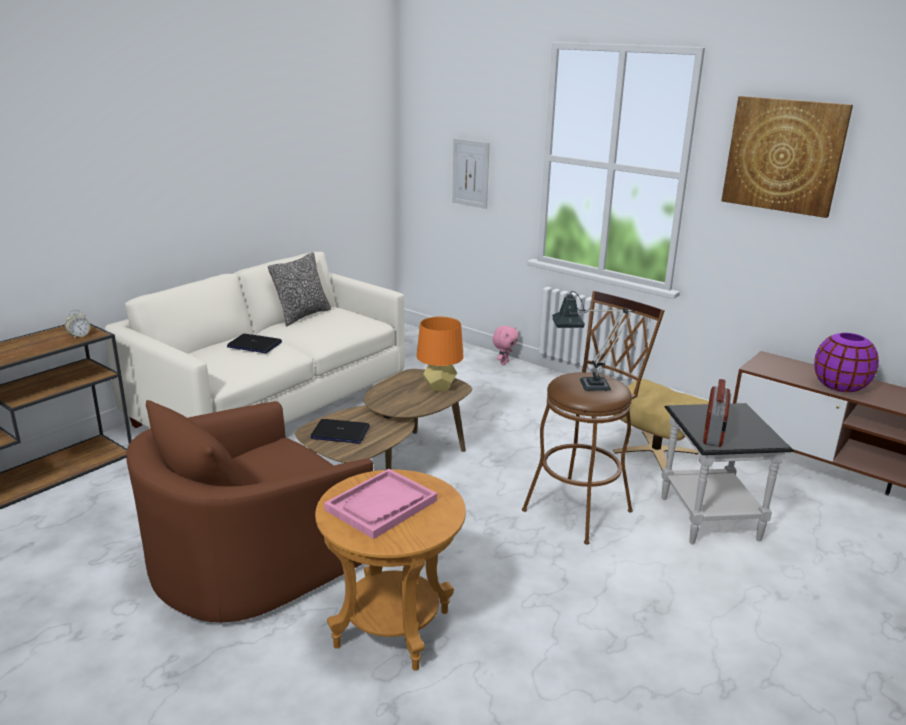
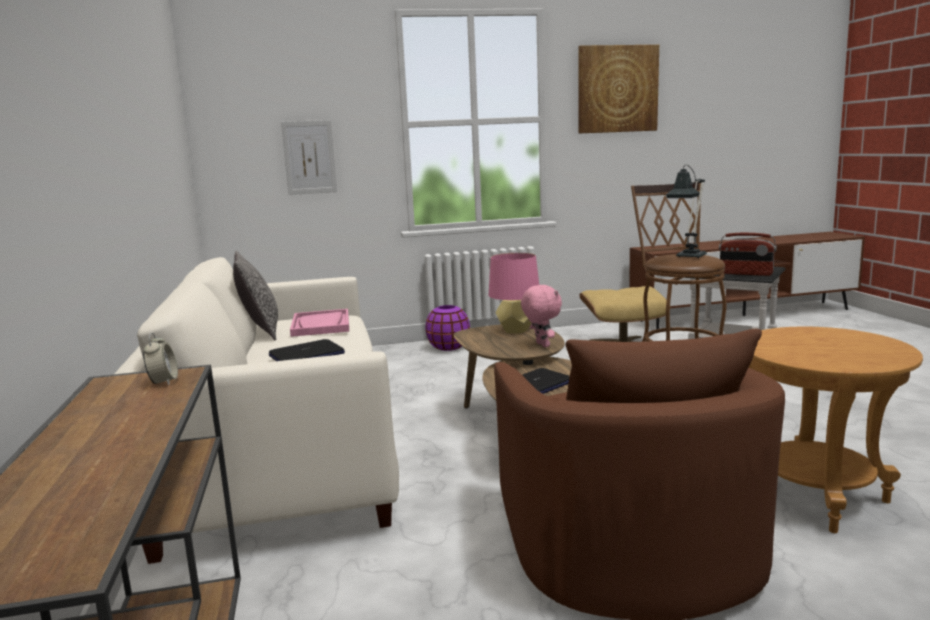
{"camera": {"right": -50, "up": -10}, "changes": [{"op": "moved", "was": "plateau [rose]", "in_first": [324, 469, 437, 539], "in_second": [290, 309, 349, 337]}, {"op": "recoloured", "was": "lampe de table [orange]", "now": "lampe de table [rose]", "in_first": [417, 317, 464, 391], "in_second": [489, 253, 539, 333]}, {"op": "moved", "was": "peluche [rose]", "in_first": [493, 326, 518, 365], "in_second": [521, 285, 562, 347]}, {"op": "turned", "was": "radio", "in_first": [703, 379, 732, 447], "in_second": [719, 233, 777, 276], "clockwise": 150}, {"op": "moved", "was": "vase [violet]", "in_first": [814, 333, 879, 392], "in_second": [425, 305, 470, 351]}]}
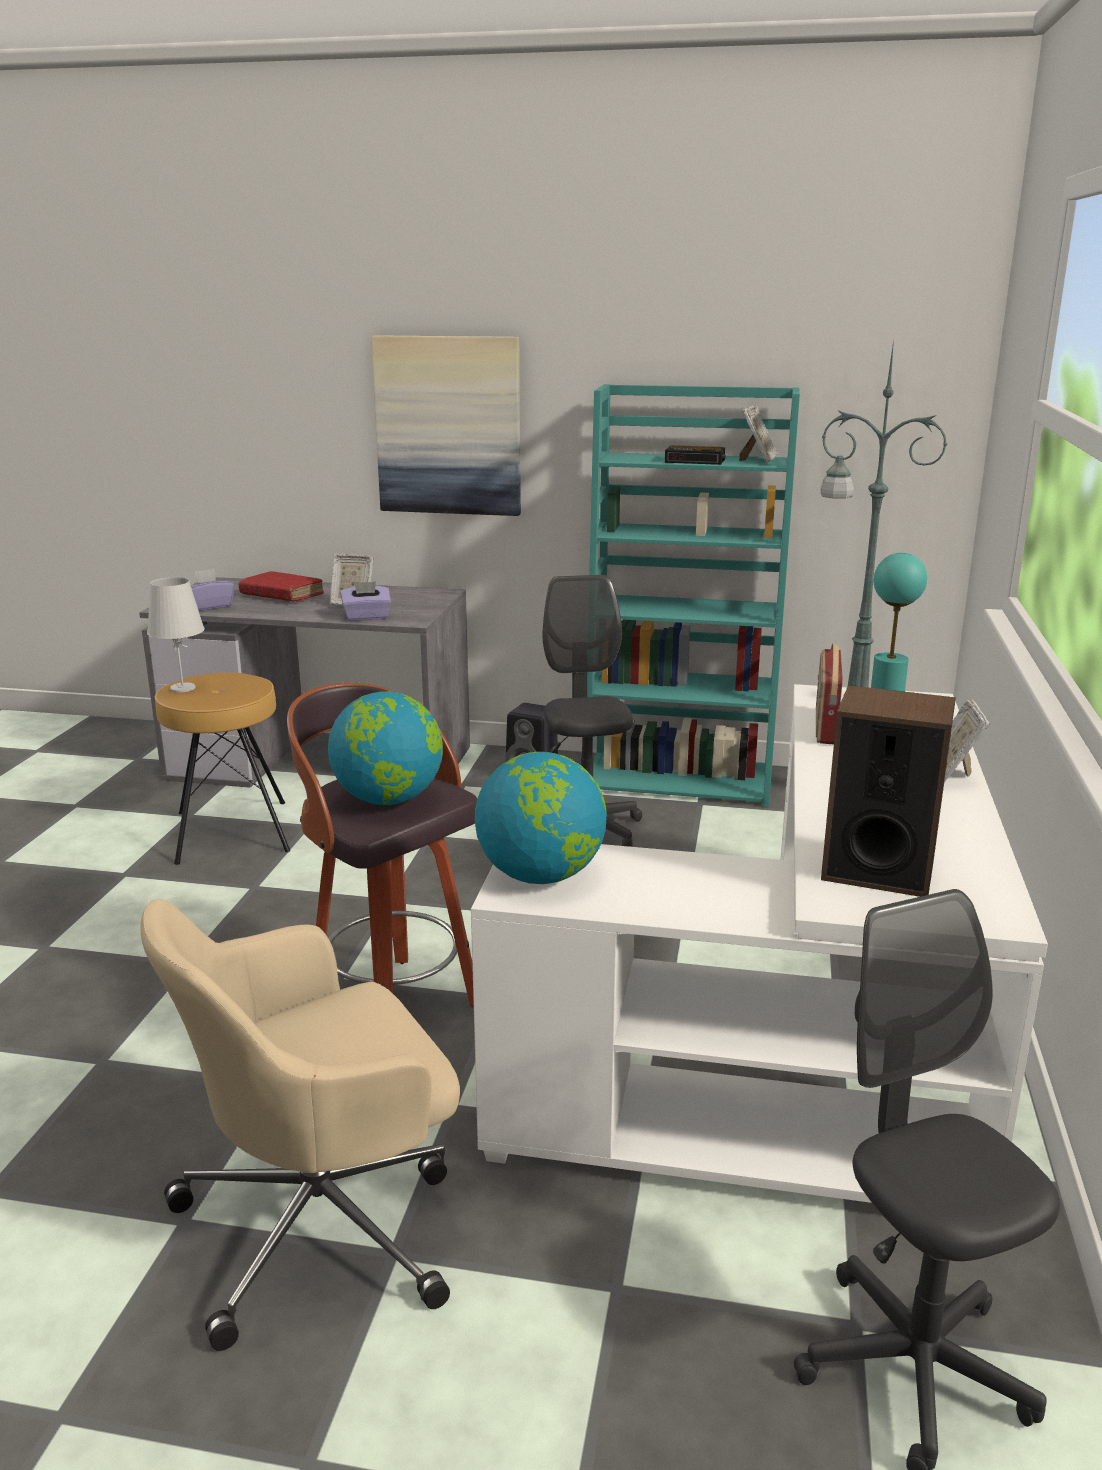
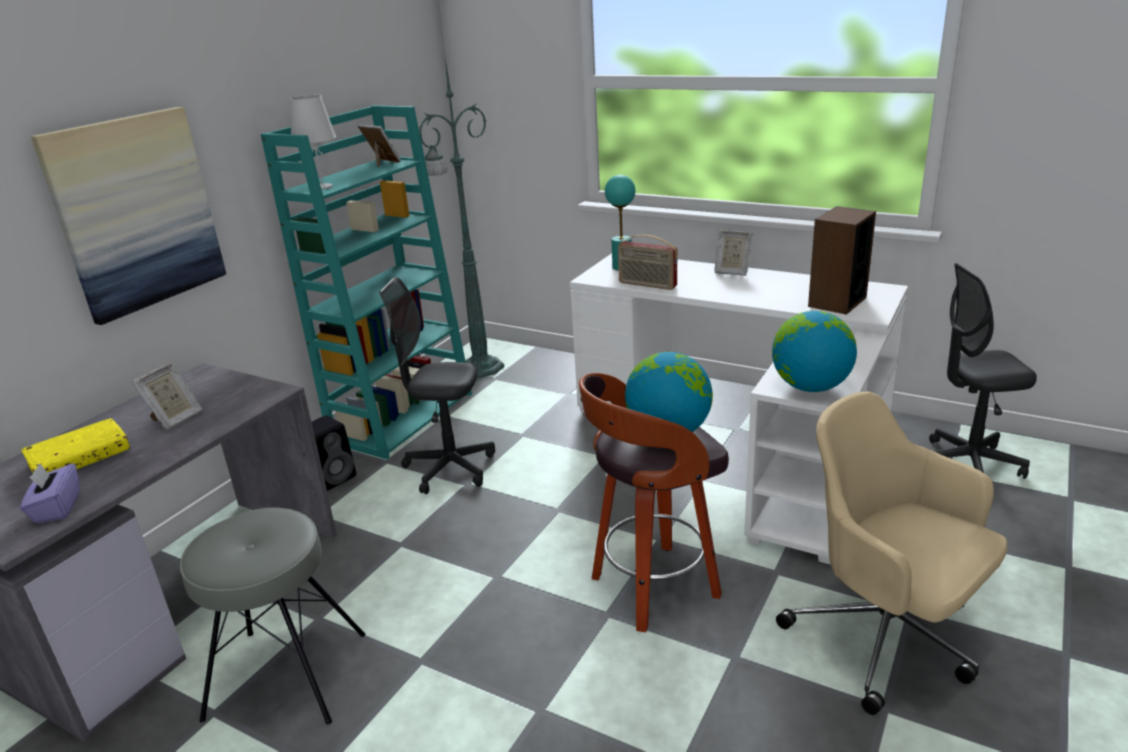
{"camera": {"right": -70, "up": 5}, "changes": [{"op": "turned", "was": "chaise de bureau [beige]", "in_first": [140, 899, 460, 1351], "in_second": [776, 391, 1007, 715], "clockwise": 150}, {"op": "moved", "was": "lampe de table [blanc]", "in_first": [147, 577, 205, 693], "in_second": [290, 95, 336, 190]}, {"op": "recoloured", "was": "tabouret [marron]", "now": "tabouret [gris]", "in_first": [155, 672, 290, 865], "in_second": [179, 507, 365, 724]}, {"op": "recoloured", "was": "livre [rouge]", "now": "livre [jaune]", "in_first": [239, 571, 324, 601], "in_second": [21, 418, 131, 473]}, {"op": "removed", "was": "boîte à mouchoirs [violet]", "in_first": [340, 582, 391, 621]}, {"op": "removed", "was": "réveil", "in_first": [665, 445, 726, 465]}]}
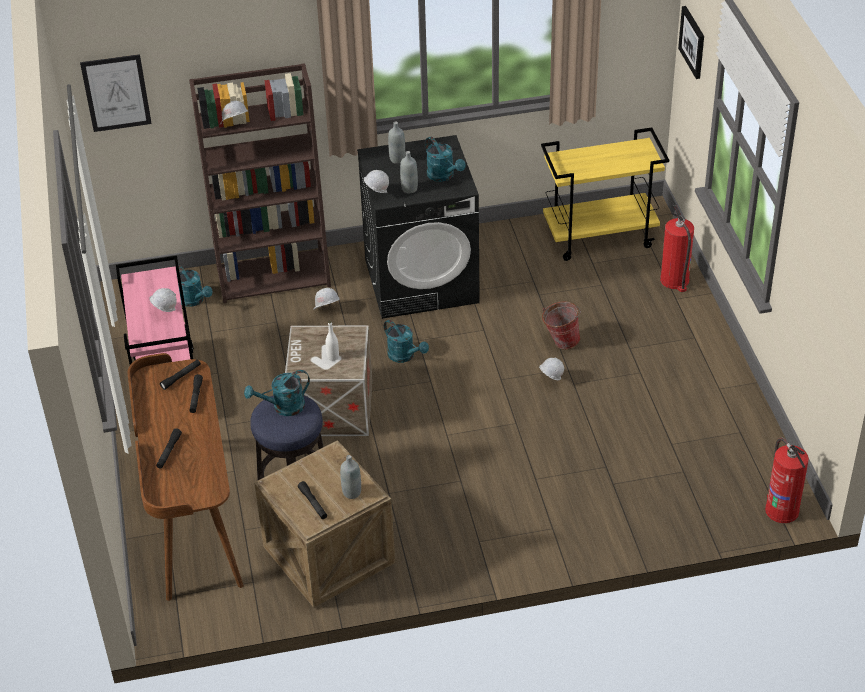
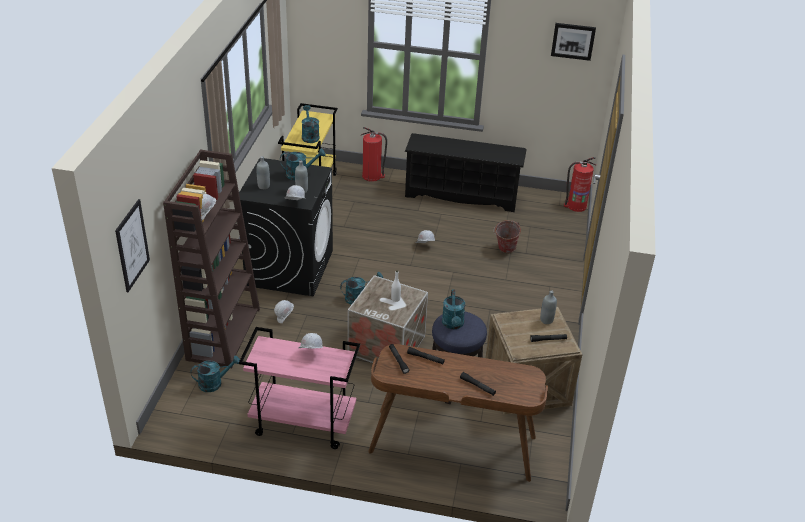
{"camera": {"right": -70, "up": -5}, "changes": [{"op": "moved", "was": "seau", "in_first": [542, 301, 581, 350], "in_second": [494, 220, 521, 253]}, {"op": "moved", "was": "tableau", "in_first": [678, 6, 704, 79], "in_second": [551, 23, 596, 61]}, {"op": "added", "now": "arrosoir [turquoise]", "in_second": [302, 105, 320, 143]}, {"op": "added", "now": "étagère à chaussures [noir]", "in_second": [405, 133, 527, 212]}]}
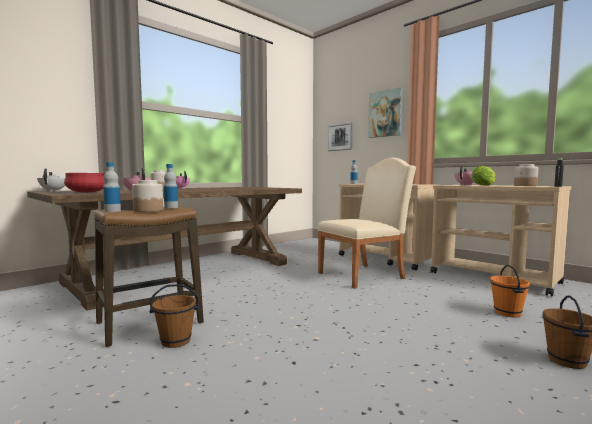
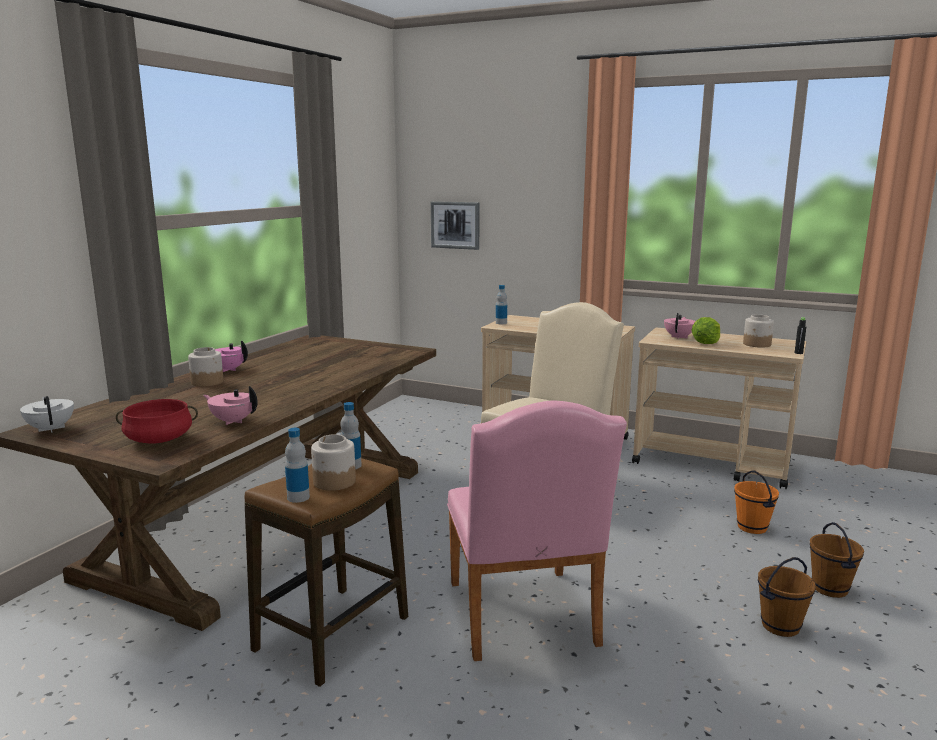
{"camera": {"right": -20, "up": 10}, "changes": [{"op": "moved", "was": "seau [marron]", "in_first": [149, 284, 199, 348], "in_second": [758, 557, 816, 637]}, {"op": "removed", "was": "tableau", "in_first": [368, 87, 403, 138]}, {"op": "added", "now": "chaise [rose]", "in_second": [447, 401, 627, 661]}]}
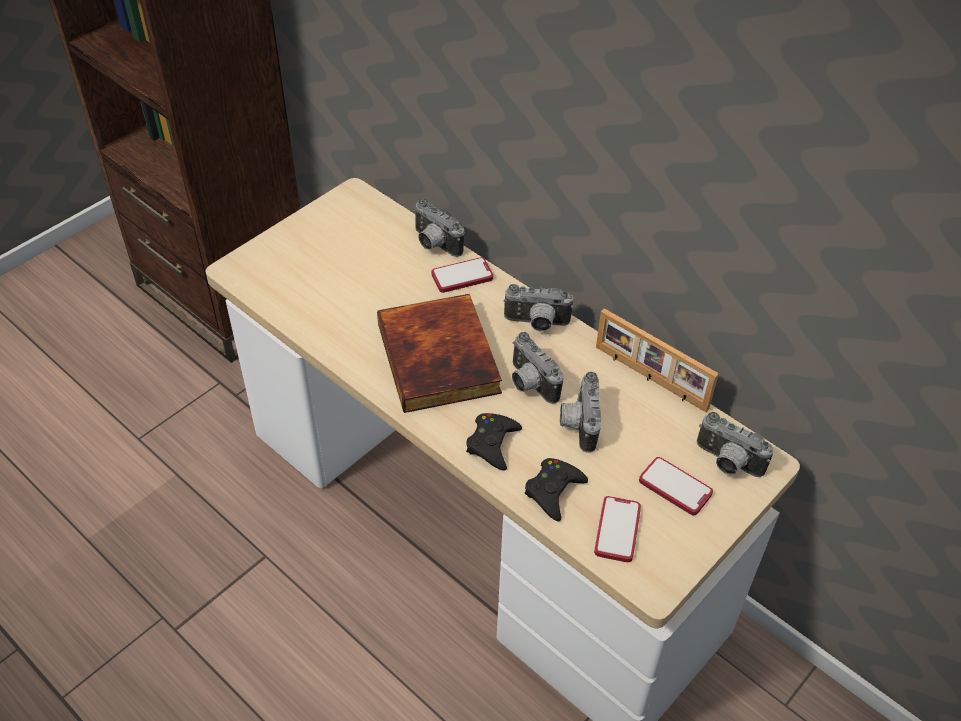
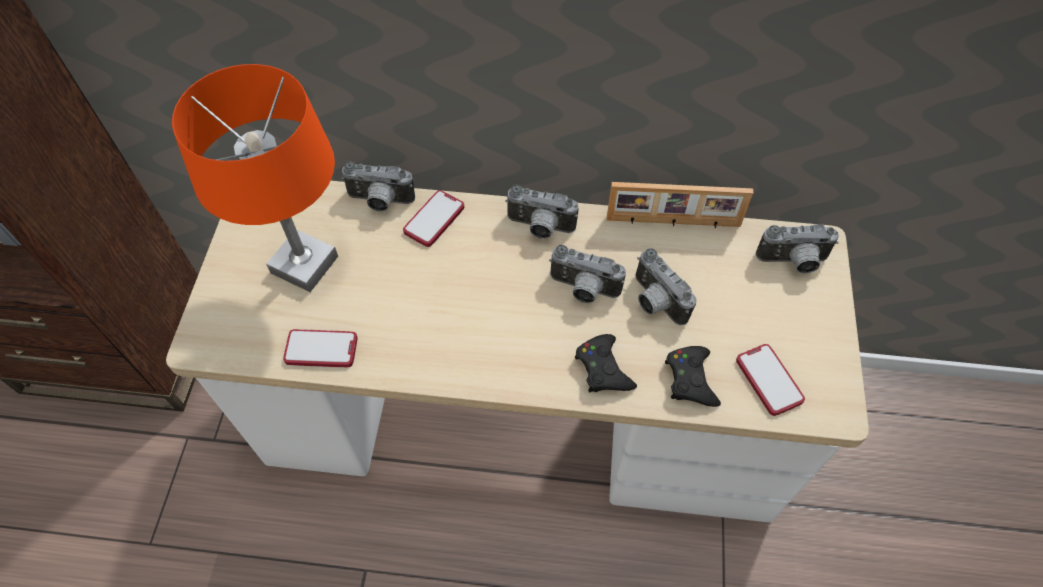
{"camera": {"right": -35, "up": 10}, "changes": [{"op": "removed", "was": "livre", "in_first": [377, 294, 502, 413]}, {"op": "turned", "was": "appareil photo", "in_first": [504, 284, 573, 332], "in_second": [505, 185, 579, 239], "clockwise": 45}, {"op": "moved", "was": "téléphone", "in_first": [639, 457, 713, 515], "in_second": [283, 329, 358, 367]}, {"op": "added", "now": "lampe de table [orange]", "in_second": [172, 64, 338, 292]}]}
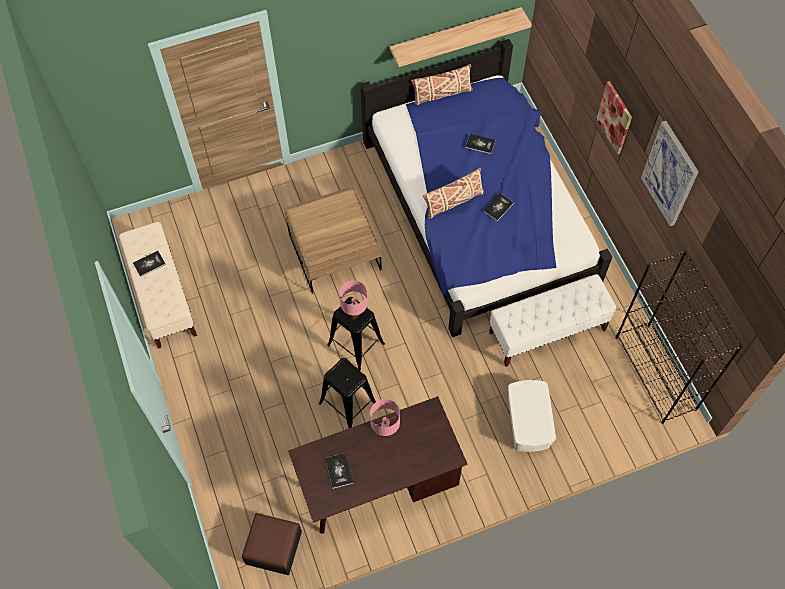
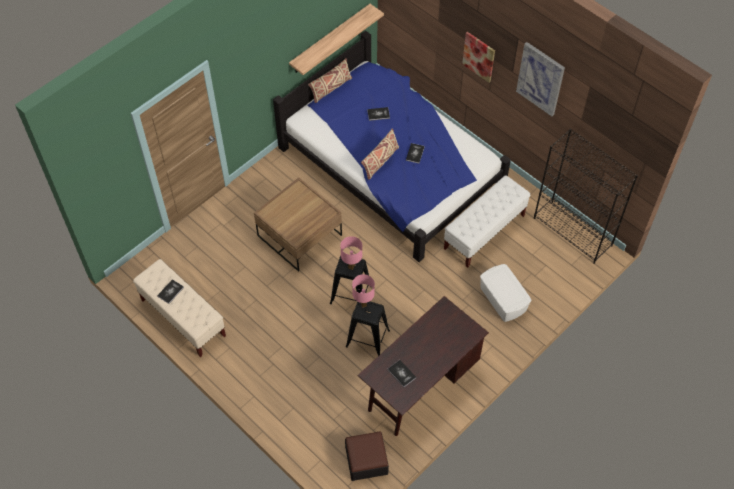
{"camera": {"right": -25, "up": -5}, "changes": [{"op": "moved", "was": "lampe de table [rose]", "in_first": [370, 399, 400, 437], "in_second": [352, 274, 375, 308]}]}
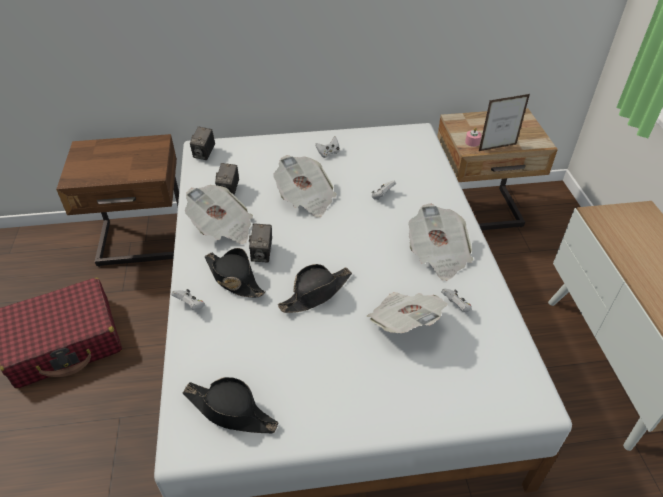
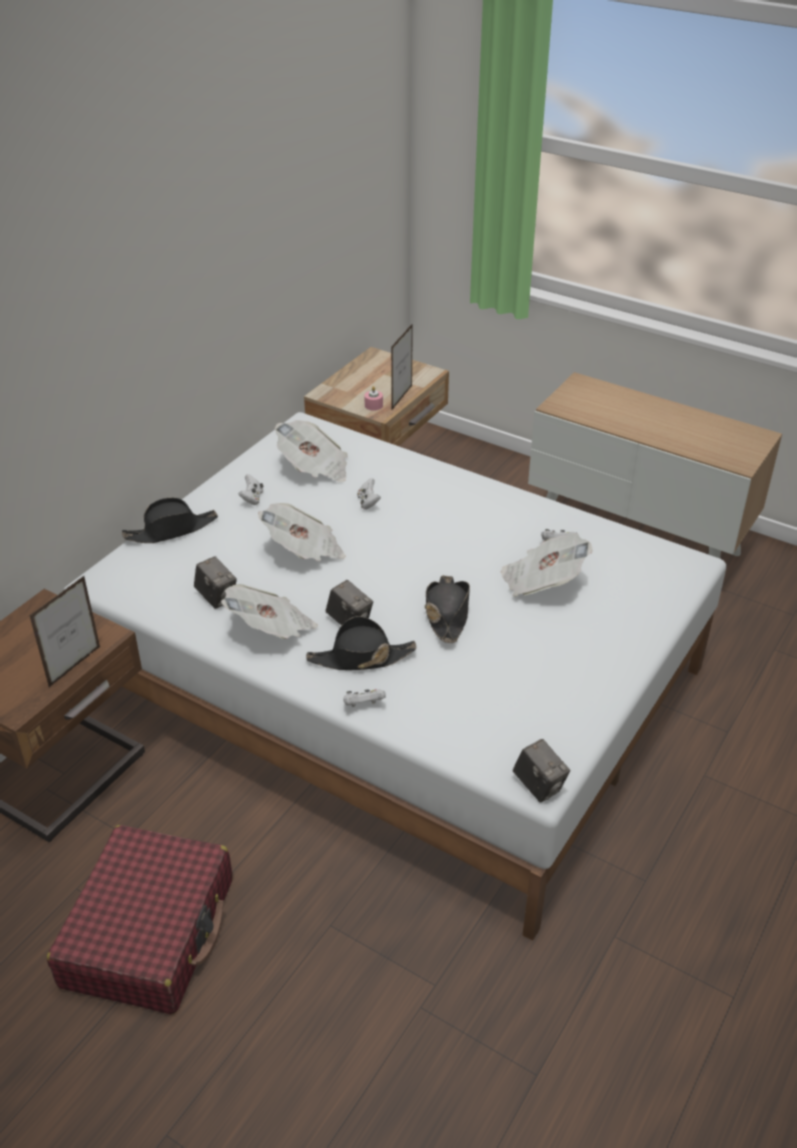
{"camera": {"right": -50, "up": -5}, "changes": [{"op": "moved", "was": "chapeau [noir]", "in_first": [183, 377, 278, 433], "in_second": [122, 498, 218, 543]}, {"op": "moved", "was": "appareil photo", "in_first": [190, 127, 215, 160], "in_second": [513, 739, 570, 803]}, {"op": "moved", "was": "journal", "in_first": [408, 204, 473, 281], "in_second": [275, 420, 348, 482]}, {"op": "added", "now": "cadre photo", "in_second": [29, 576, 100, 687]}]}
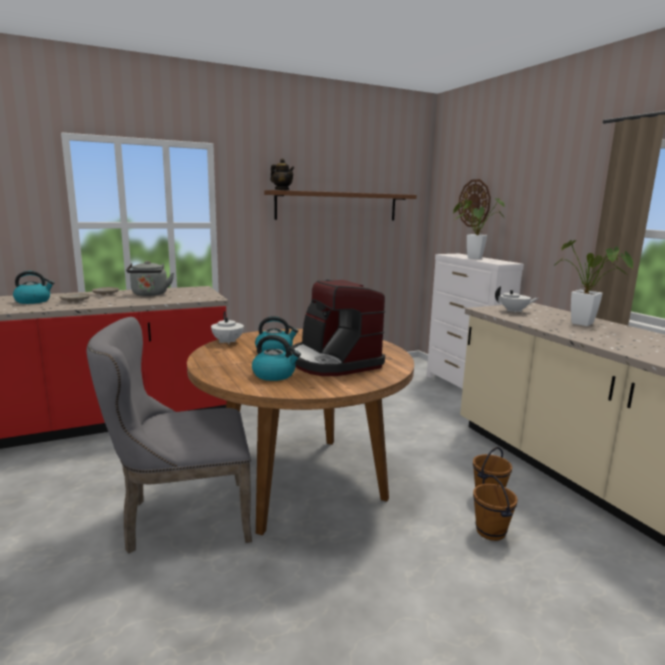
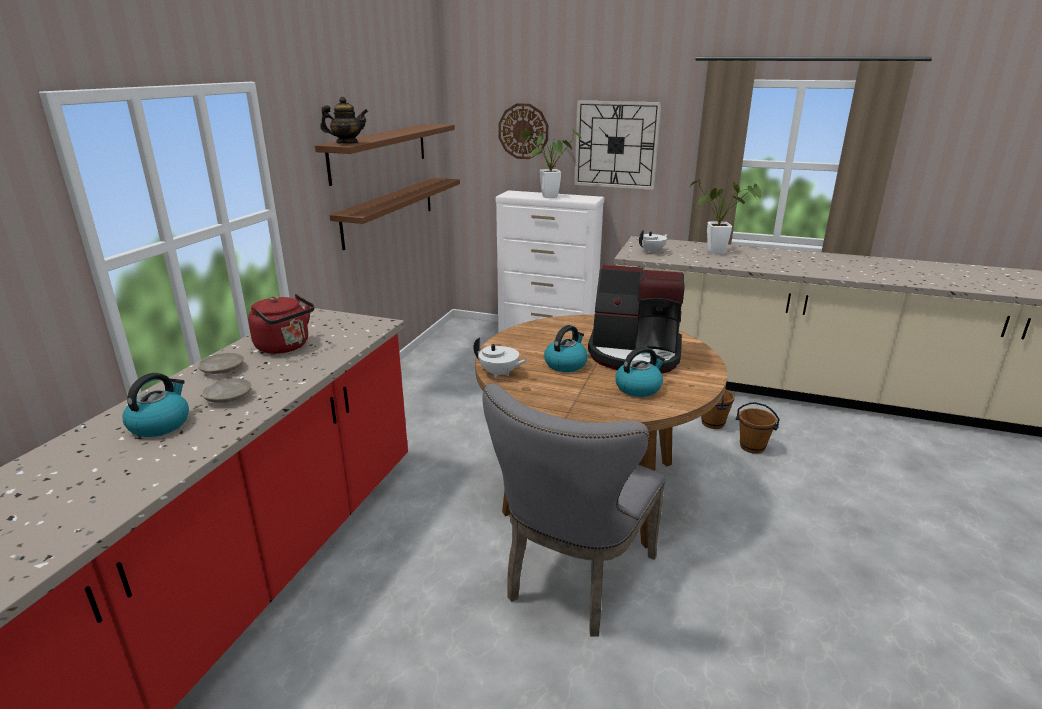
{"camera": {"right": -45, "up": 10}, "changes": [{"op": "recoloured", "was": "bouilloire [gris]", "now": "bouilloire [rouge]", "in_first": [126, 261, 174, 296], "in_second": [248, 294, 314, 354]}, {"op": "added", "now": "étagère [marron]", "in_second": [330, 178, 460, 250]}, {"op": "added", "now": "horloge murale", "in_second": [574, 100, 661, 190]}]}
